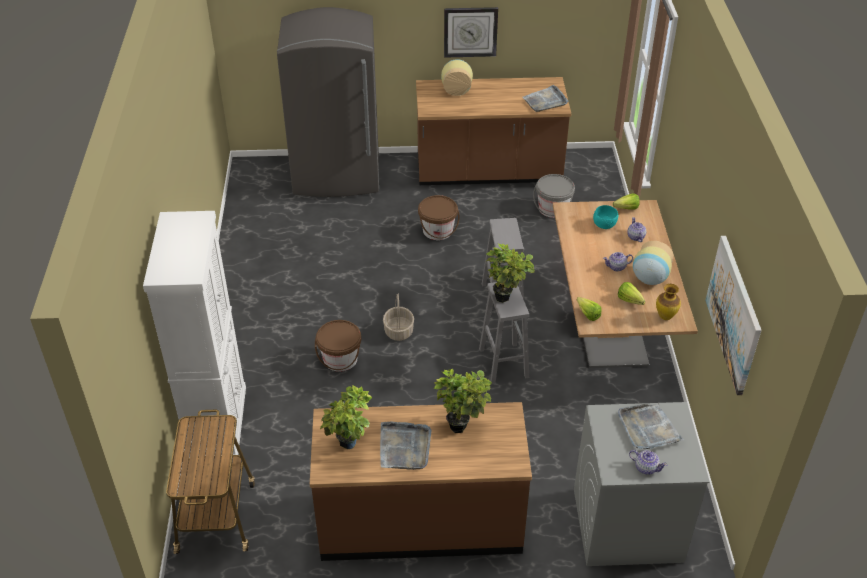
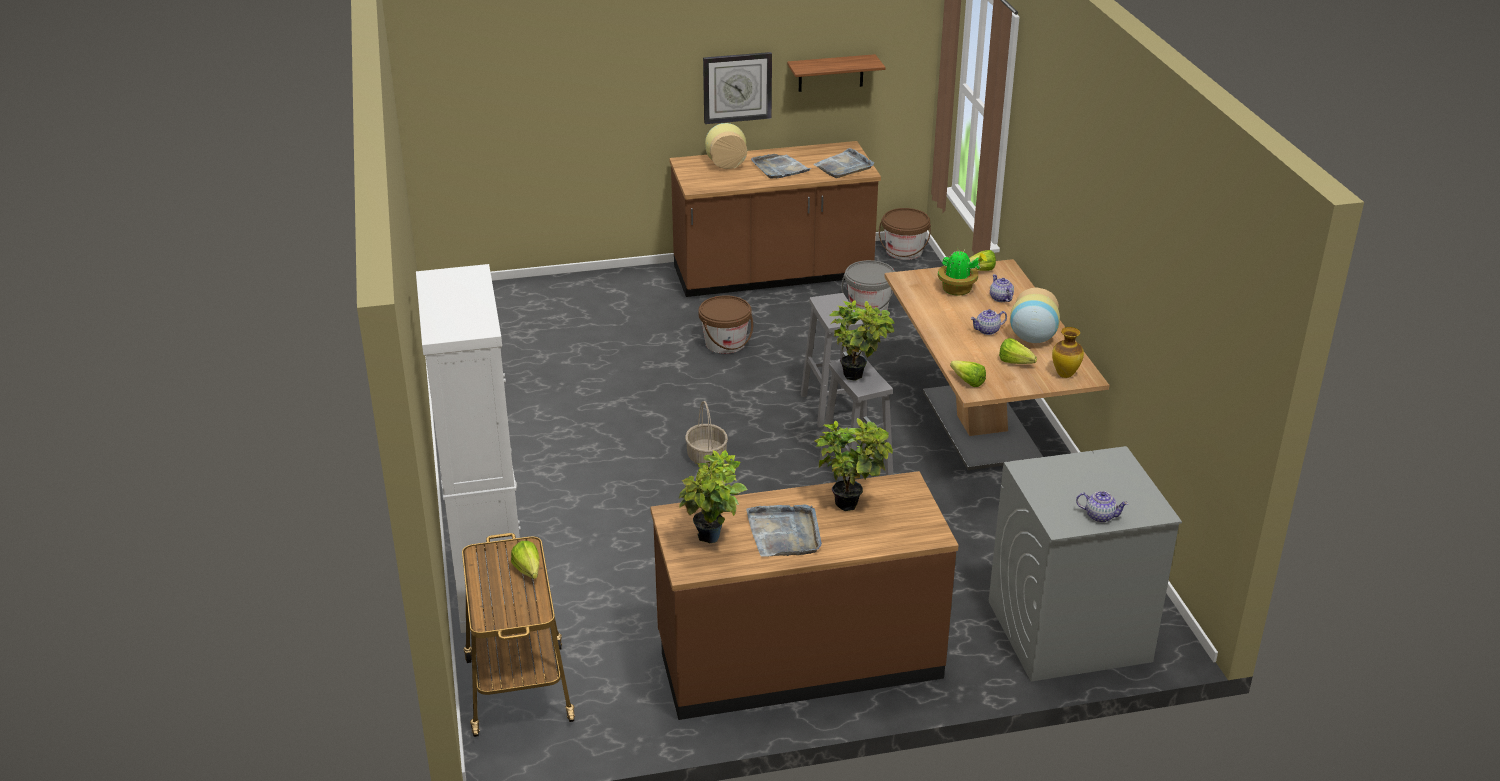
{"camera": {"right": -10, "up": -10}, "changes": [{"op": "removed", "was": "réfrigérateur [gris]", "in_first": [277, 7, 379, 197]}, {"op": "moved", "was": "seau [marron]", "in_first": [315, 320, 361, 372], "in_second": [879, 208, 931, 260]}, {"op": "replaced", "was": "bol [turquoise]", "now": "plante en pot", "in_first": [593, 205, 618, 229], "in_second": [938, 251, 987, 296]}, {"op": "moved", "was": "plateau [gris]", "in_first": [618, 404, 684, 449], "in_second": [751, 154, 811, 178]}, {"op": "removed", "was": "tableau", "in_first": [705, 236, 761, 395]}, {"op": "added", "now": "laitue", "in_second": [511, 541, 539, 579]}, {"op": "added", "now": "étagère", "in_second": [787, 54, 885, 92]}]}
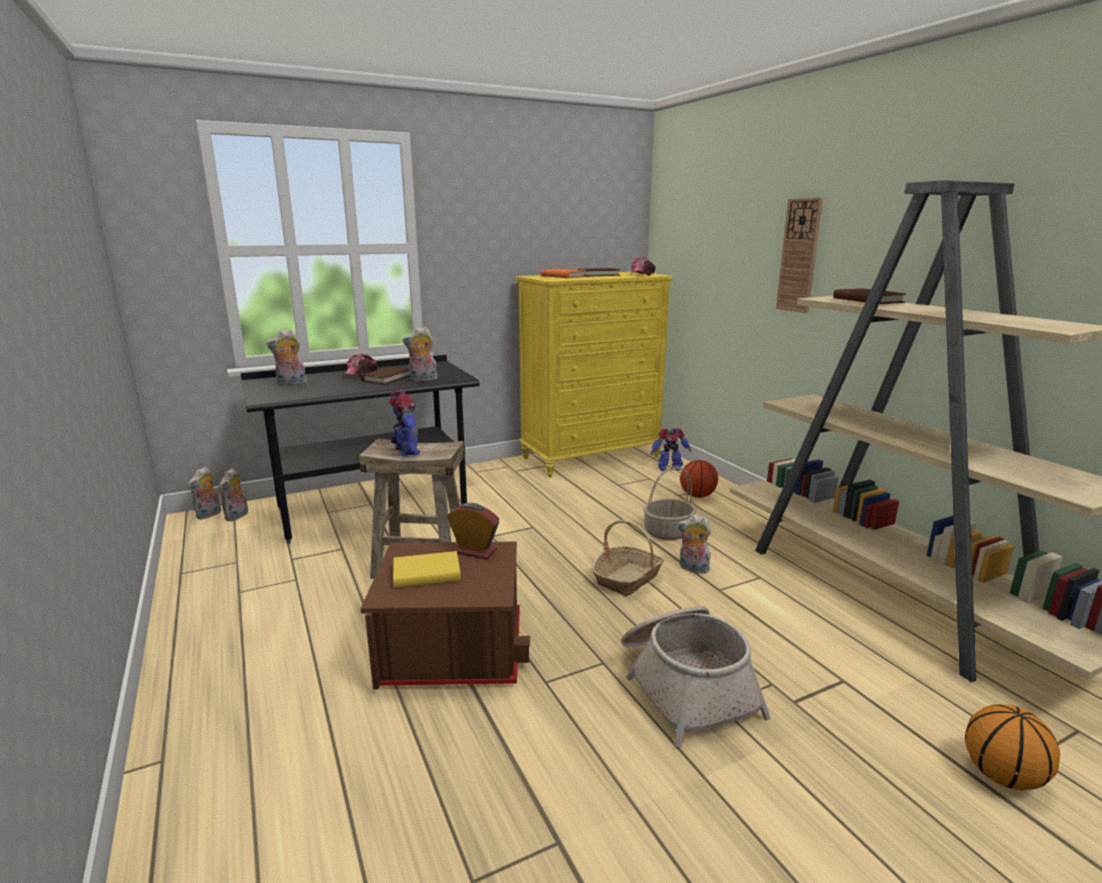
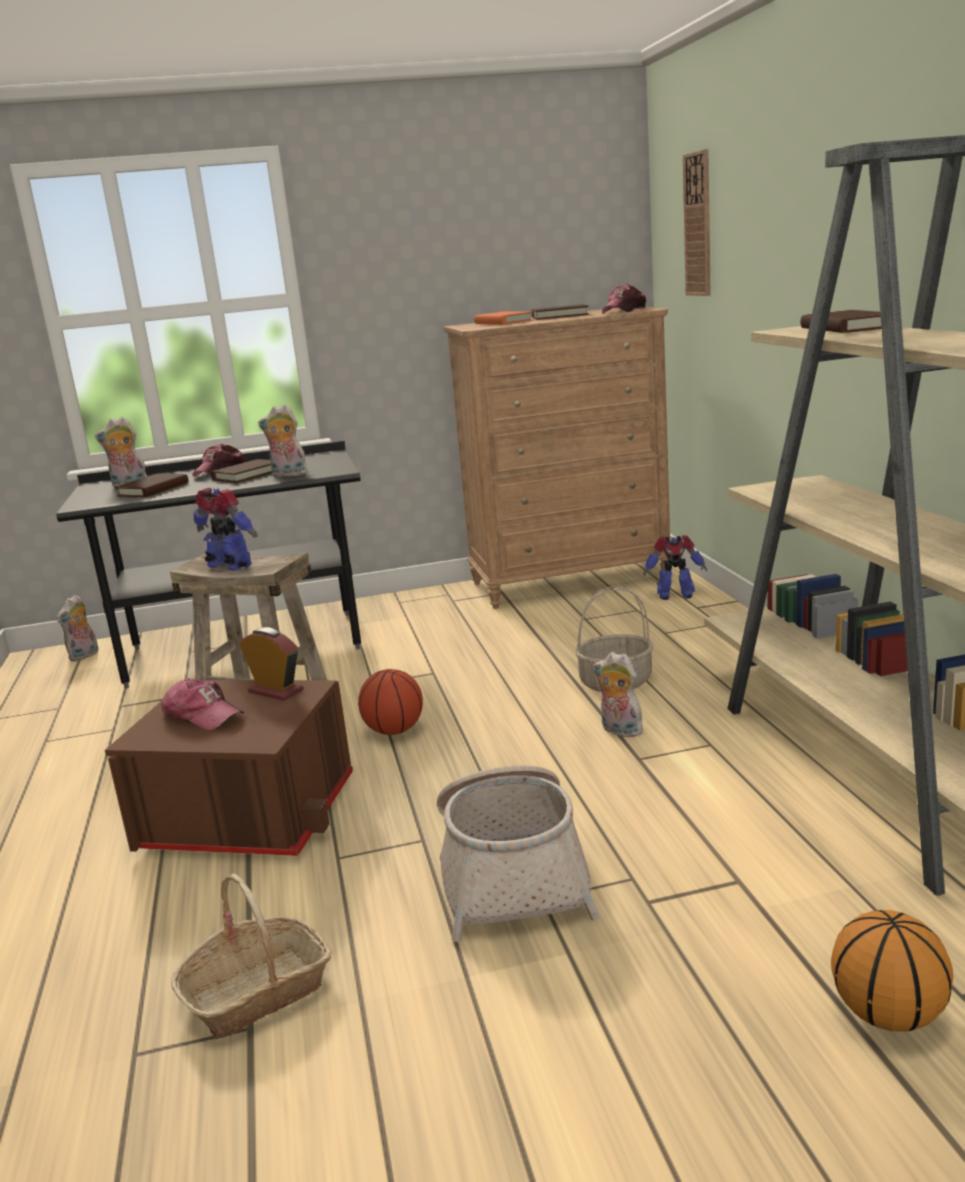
{"camera": {"right": 15, "up": 0}, "changes": [{"op": "removed", "was": "peluche", "in_first": [187, 467, 221, 519]}, {"op": "turned", "was": "robot jouet", "in_first": [389, 389, 420, 457], "in_second": [194, 488, 258, 571], "clockwise": -45}, {"op": "replaced", "was": "livre [jaune]", "now": "casquette", "in_first": [393, 551, 461, 588], "in_second": [161, 678, 244, 730]}, {"op": "recoloured", "was": "commode [jaune]", "now": "commode [marron]", "in_first": [516, 272, 673, 477], "in_second": [443, 307, 672, 609]}, {"op": "moved", "was": "panier", "in_first": [591, 520, 664, 596], "in_second": [171, 873, 332, 1039]}, {"op": "moved", "was": "ballon de basket", "in_first": [680, 460, 718, 498], "in_second": [358, 669, 423, 735]}, {"op": "moved", "was": "horloge murale", "in_first": [776, 198, 823, 313], "in_second": [683, 149, 711, 296]}, {"op": "added", "now": "livre [marron]", "in_second": [115, 473, 188, 497]}]}
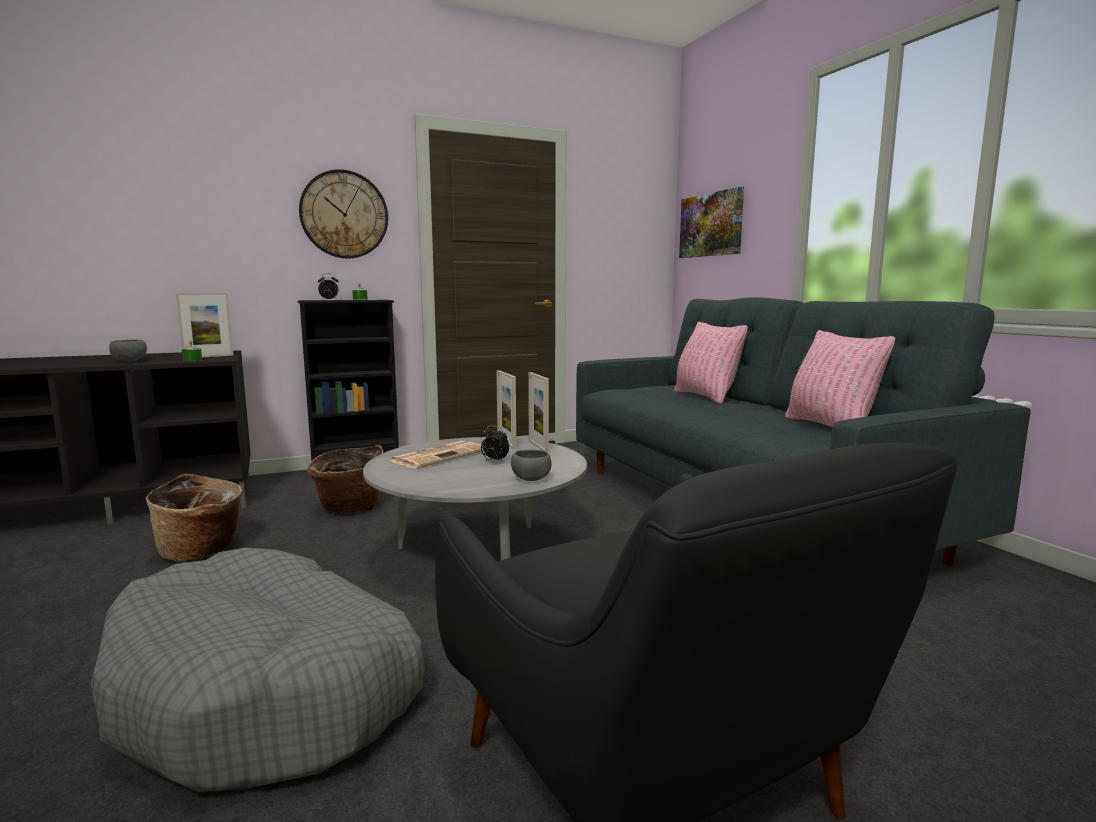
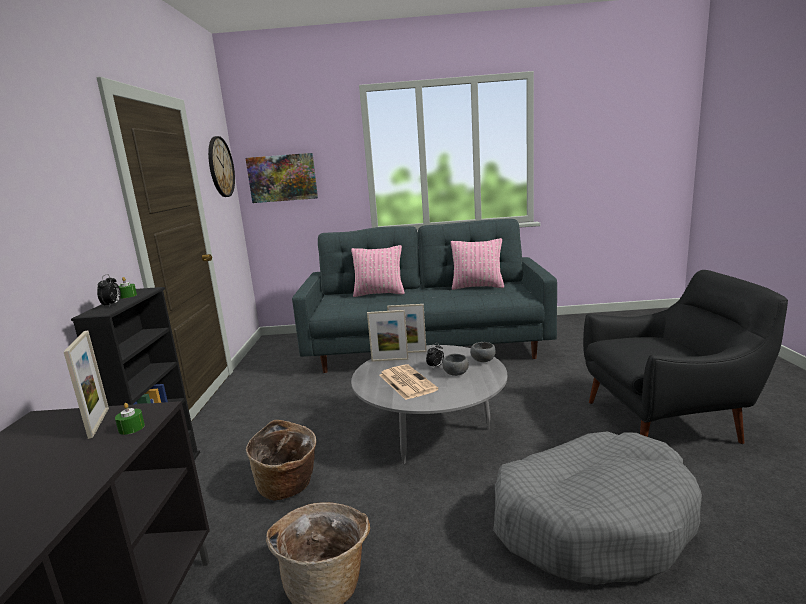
{"camera": {"right": -65, "up": 5}, "changes": [{"op": "moved", "was": "bol [gris]", "in_first": [109, 339, 147, 362], "in_second": [442, 354, 469, 376]}, {"op": "moved", "was": "horloge murale", "in_first": [299, 169, 388, 258], "in_second": [208, 136, 235, 197]}]}
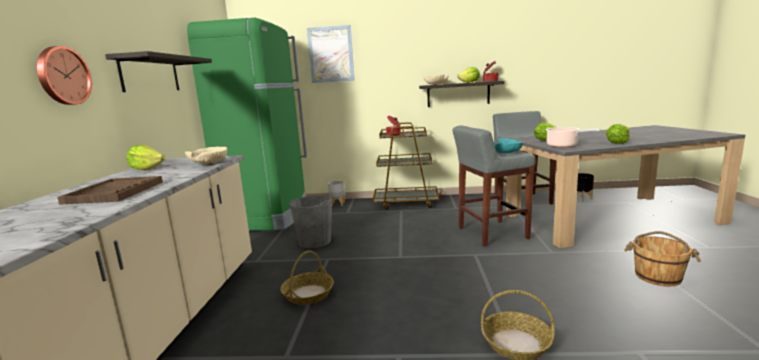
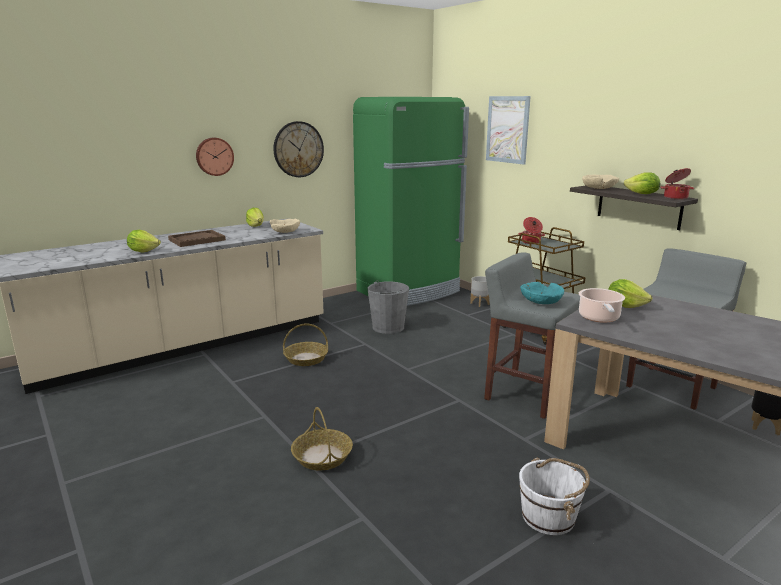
{"camera": {"right": 50, "up": 5}, "changes": [{"op": "replaced", "was": "étagère", "now": "horloge murale", "in_first": [105, 51, 212, 92], "in_second": [273, 121, 324, 177]}, {"op": "moved", "was": "laitue", "in_first": [606, 124, 629, 144], "in_second": [127, 230, 161, 253]}, {"op": "recoloured", "was": "seau [marron]", "now": "seau [blanc]", "in_first": [624, 231, 701, 286], "in_second": [519, 458, 590, 535]}]}
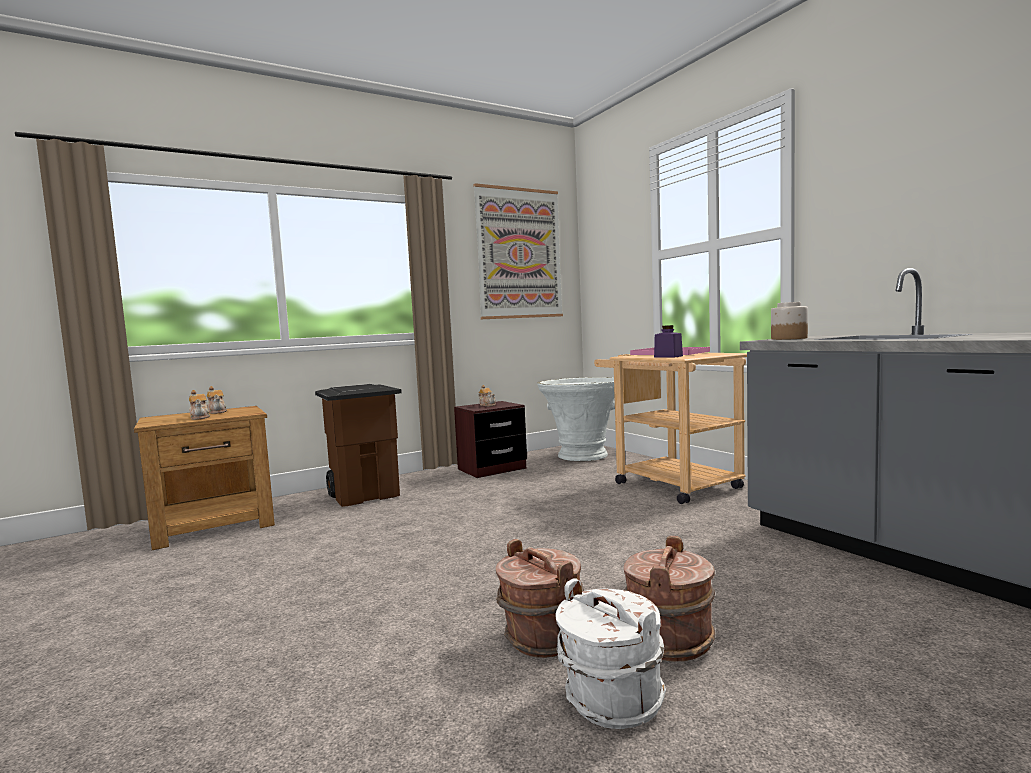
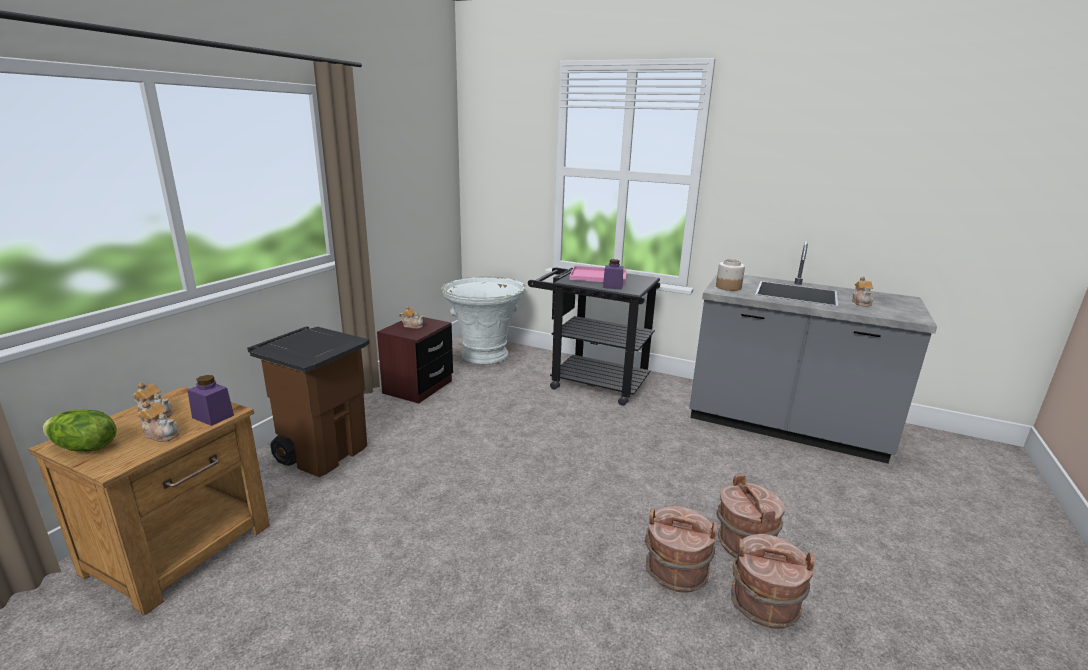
{"camera": {"right": -35, "up": 15}, "changes": [{"op": "removed", "was": "tableau", "in_first": [473, 183, 563, 319]}, {"op": "recoloured", "was": "seau [blanc]", "now": "seau [marron]", "in_first": [556, 578, 666, 729], "in_second": [731, 534, 815, 629]}, {"op": "recoloured", "was": "chariot [beige]", "now": "chariot [noir]", "in_first": [594, 353, 747, 504], "in_second": [528, 267, 660, 406]}, {"op": "added", "now": "laitue", "in_second": [43, 409, 117, 452]}, {"op": "added", "now": "bocal [violet]", "in_second": [188, 375, 234, 426]}, {"op": "added", "now": "théière", "in_second": [852, 276, 873, 307]}]}
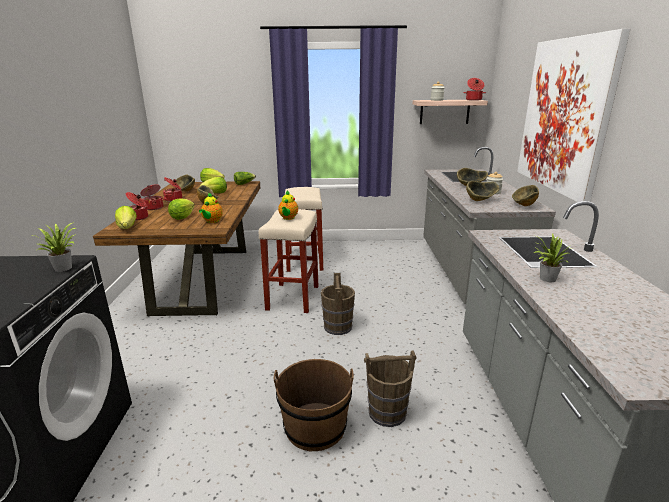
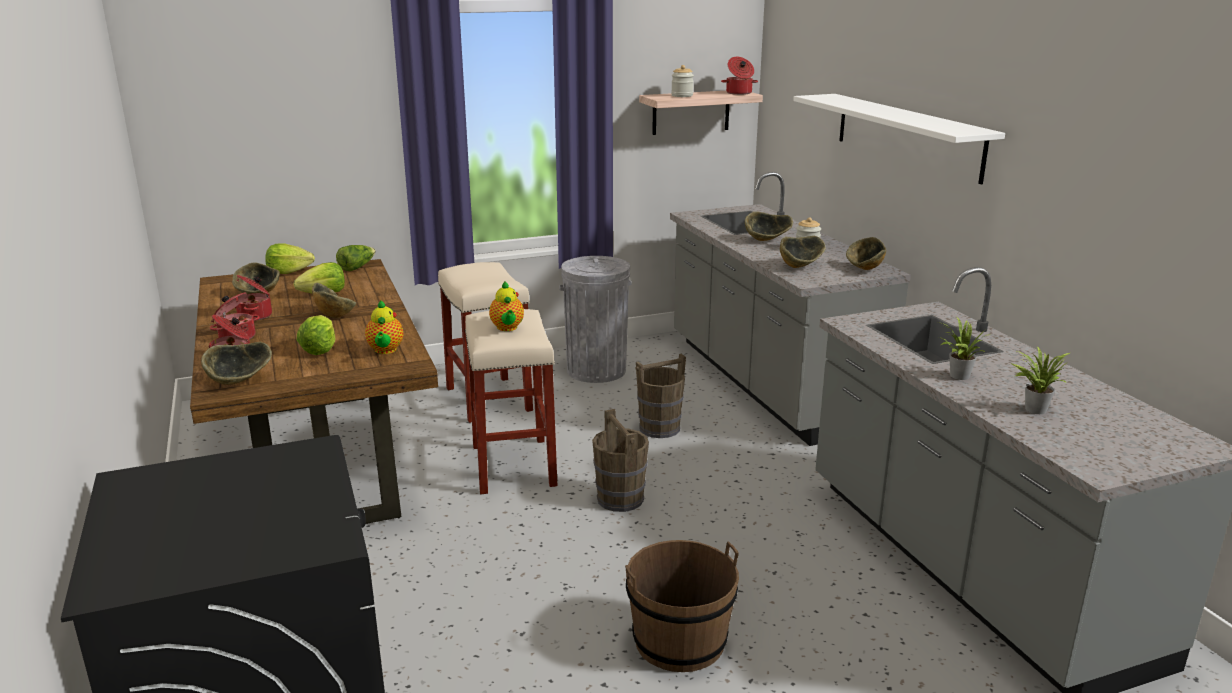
{"camera": {"right": -20, "up": 0}, "changes": [{"op": "moved", "was": "plante en pot", "in_first": [33, 222, 77, 272], "in_second": [1011, 346, 1070, 414]}, {"op": "replaced", "was": "laitue", "now": "bol", "in_first": [115, 206, 137, 229], "in_second": [201, 342, 272, 385]}, {"op": "moved", "was": "seau [marron]", "in_first": [364, 350, 417, 427], "in_second": [635, 354, 686, 438]}, {"op": "replaced", "was": "tableau", "now": "étagère [blanc]", "in_first": [517, 29, 630, 202], "in_second": [793, 94, 1005, 185]}, {"op": "added", "now": "poubelle [gris]", "in_second": [559, 256, 631, 383]}]}
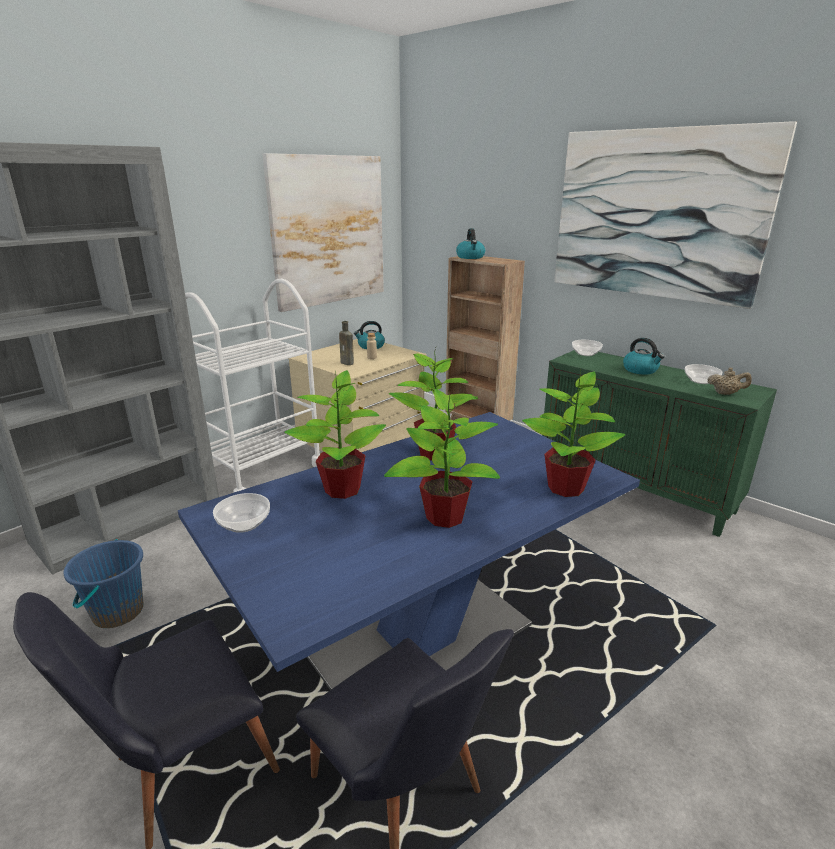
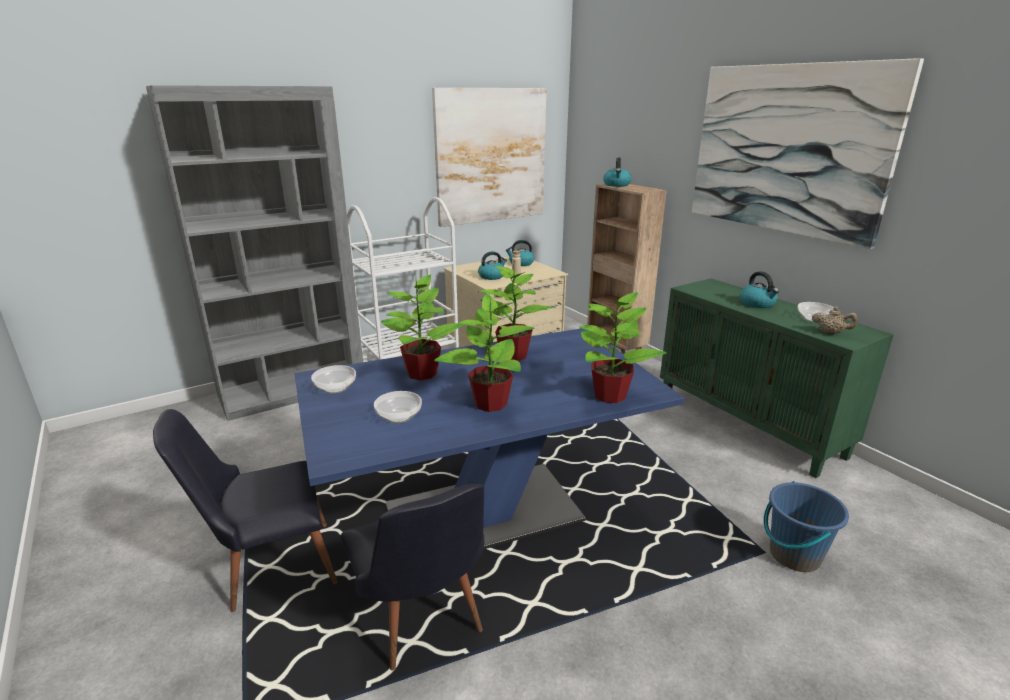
{"camera": {"right": 15, "up": 0}, "changes": [{"op": "moved", "was": "seau [bleu]", "in_first": [64, 539, 144, 628], "in_second": [763, 481, 849, 572]}, {"op": "replaced", "was": "bouteille [marron]", "now": "bouilloire", "in_first": [339, 321, 354, 365], "in_second": [478, 251, 507, 280]}, {"op": "moved", "was": "bol", "in_first": [572, 340, 603, 356], "in_second": [374, 391, 422, 423]}]}
